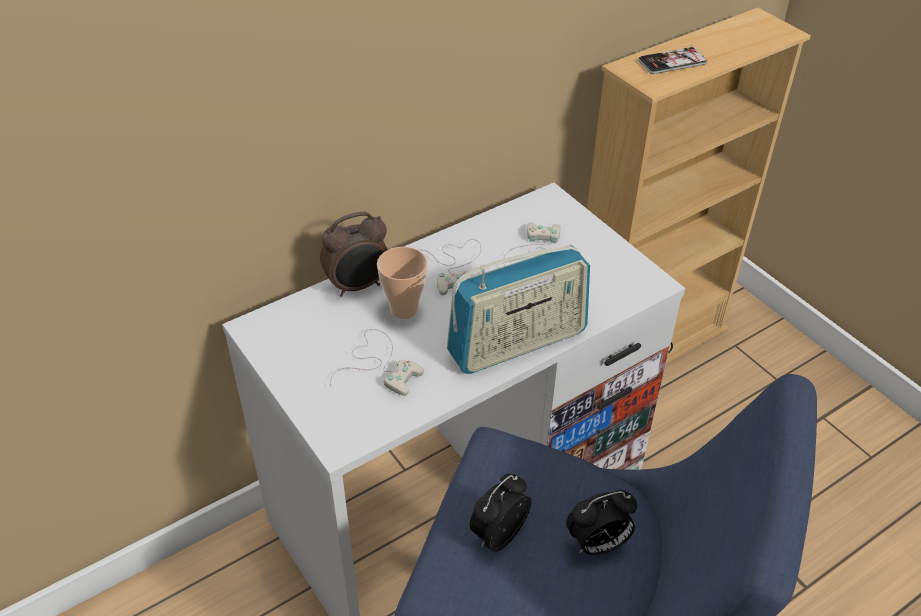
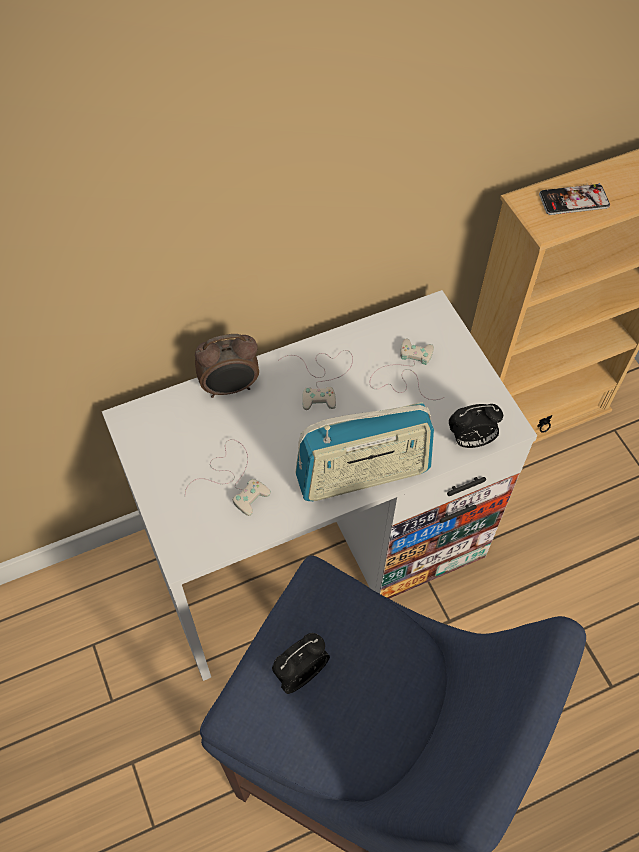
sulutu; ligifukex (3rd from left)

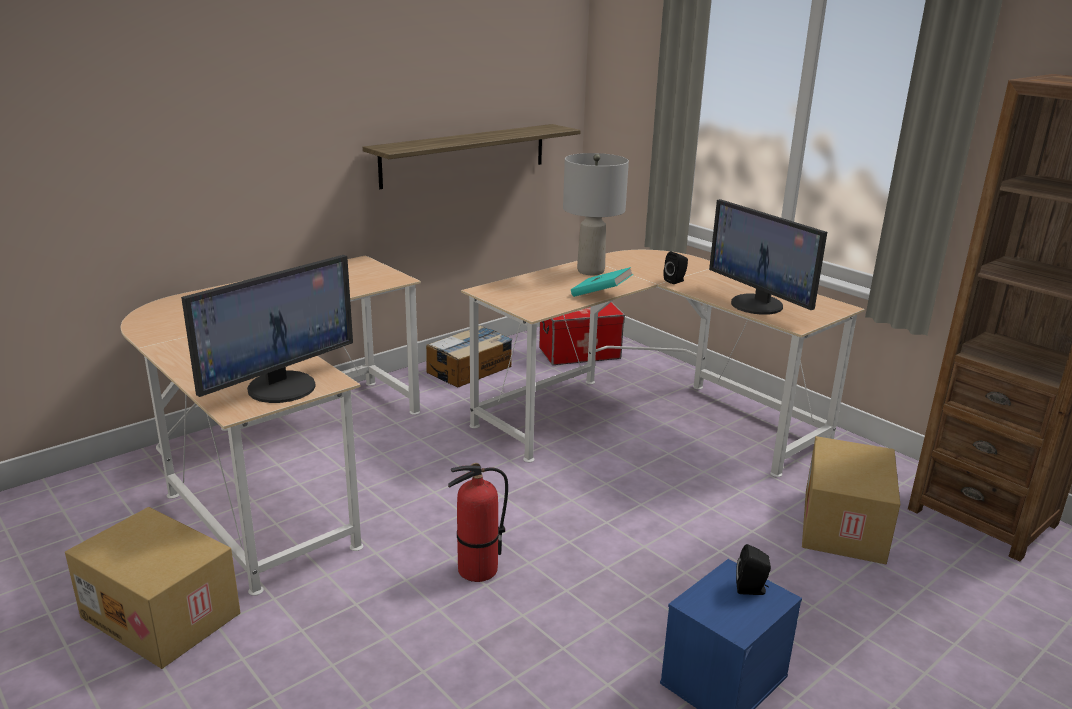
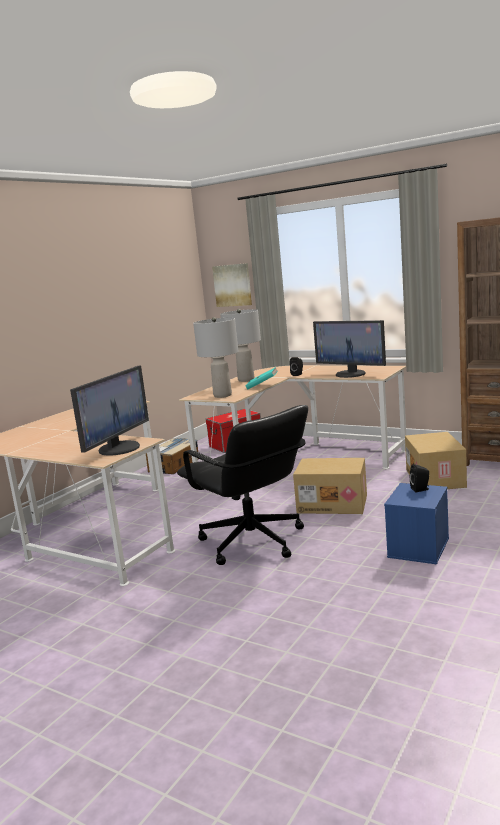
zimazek (2nd from left); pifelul; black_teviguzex; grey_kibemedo (1st from left); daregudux

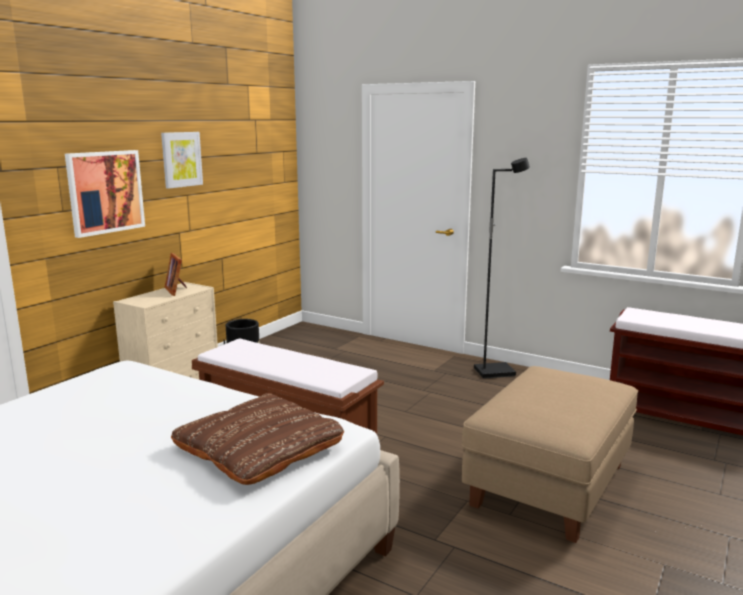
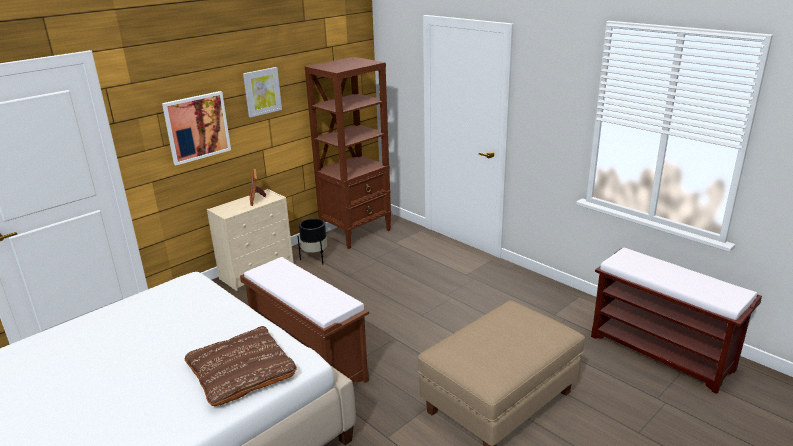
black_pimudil; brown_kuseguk

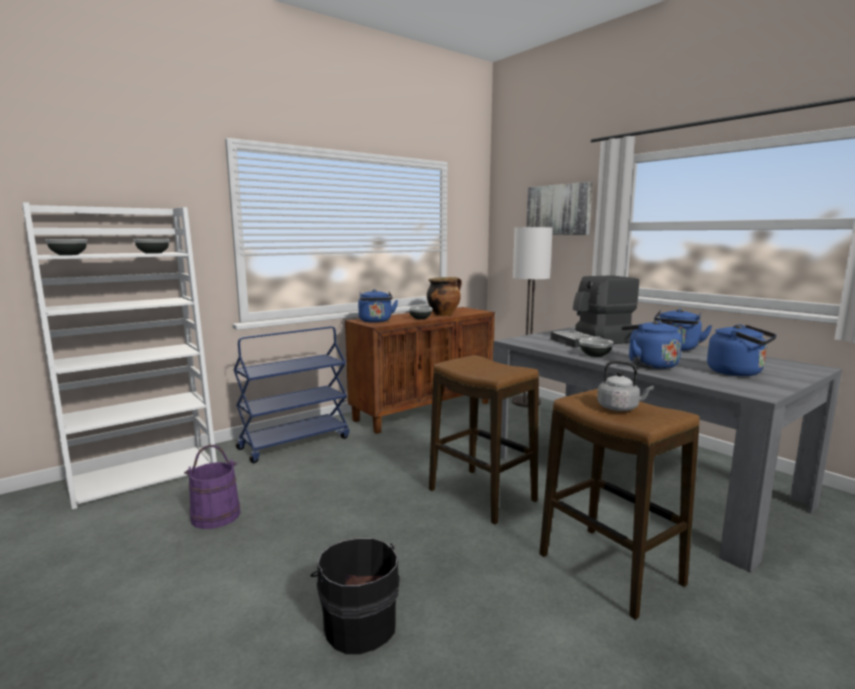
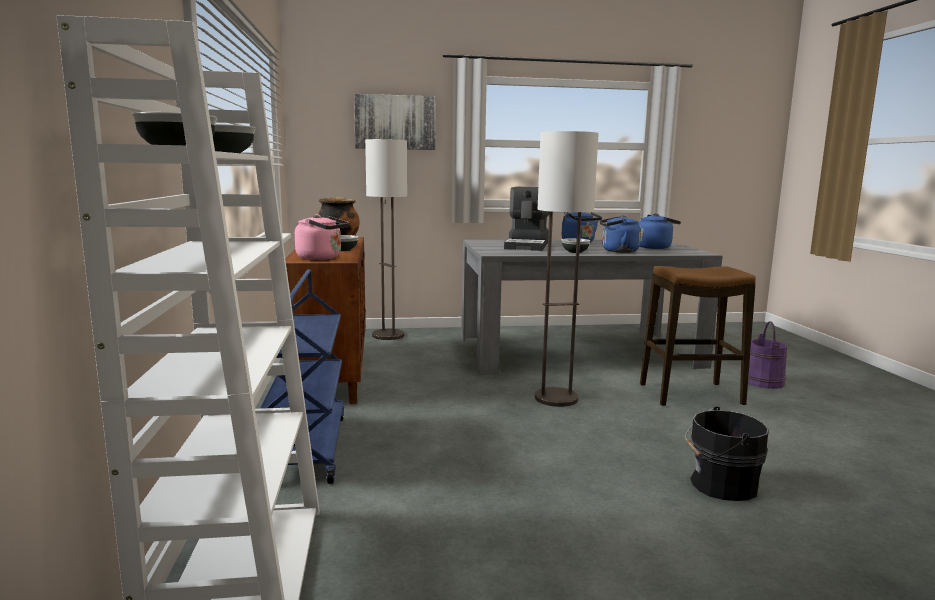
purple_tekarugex; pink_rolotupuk; pimudil (2nd from left); grey_rolotupuk

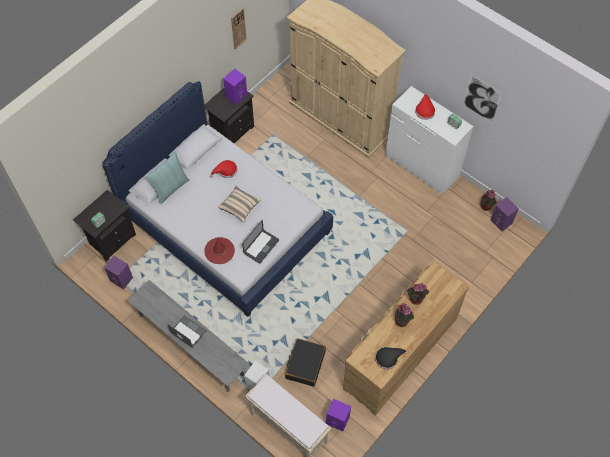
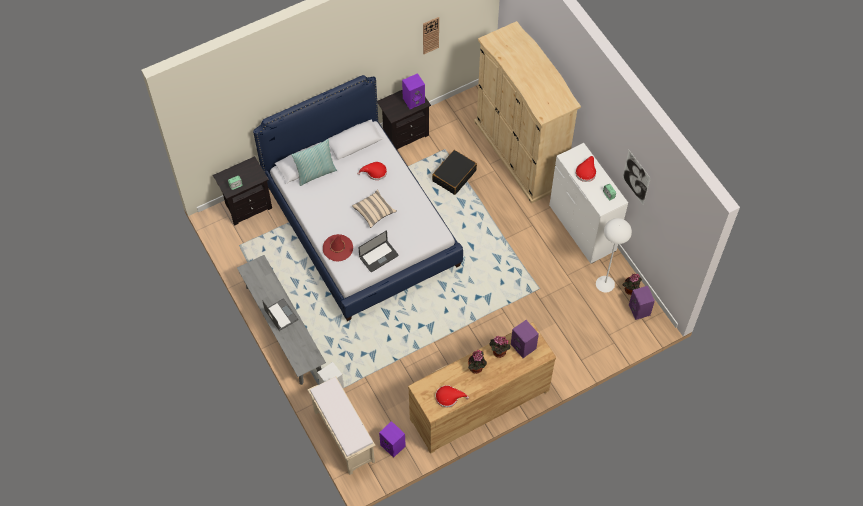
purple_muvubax (3rd from left); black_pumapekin; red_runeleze (3rd from left); white_pimudil

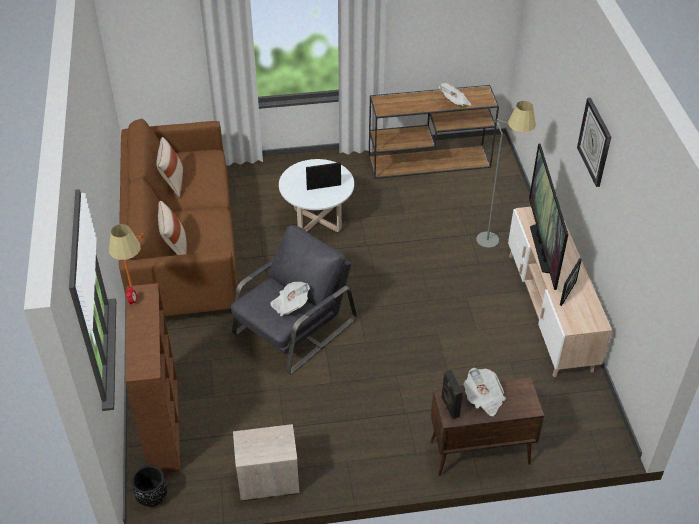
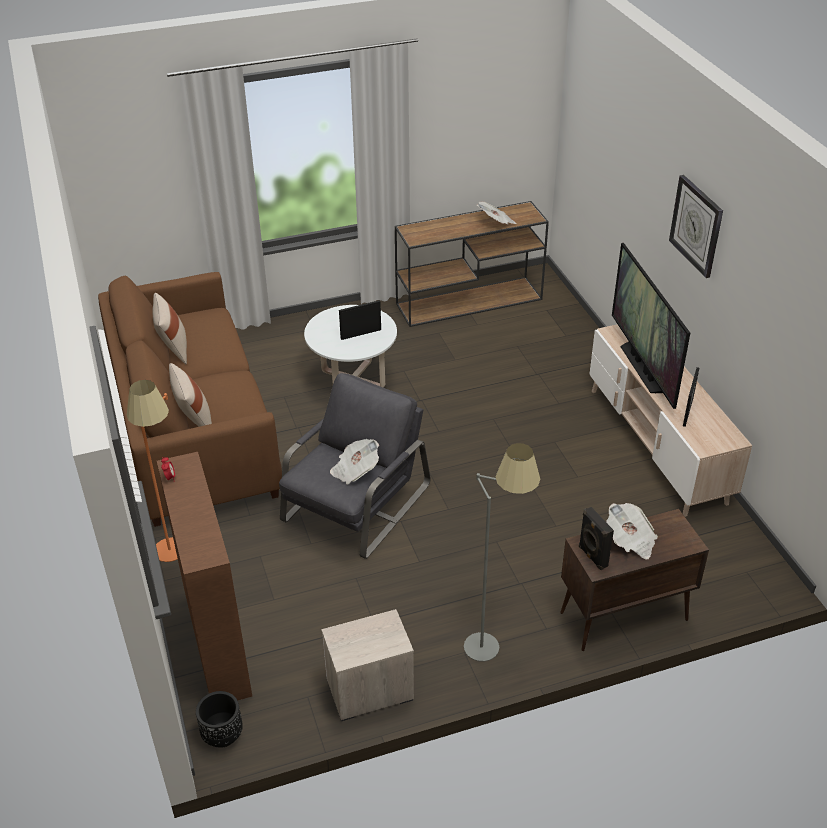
grey_pimudil

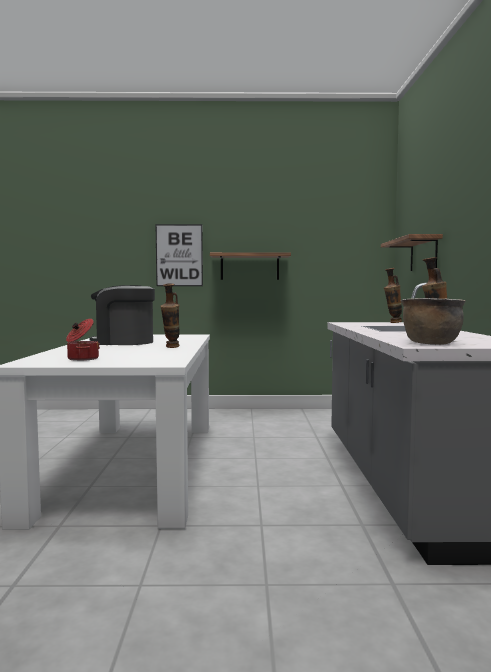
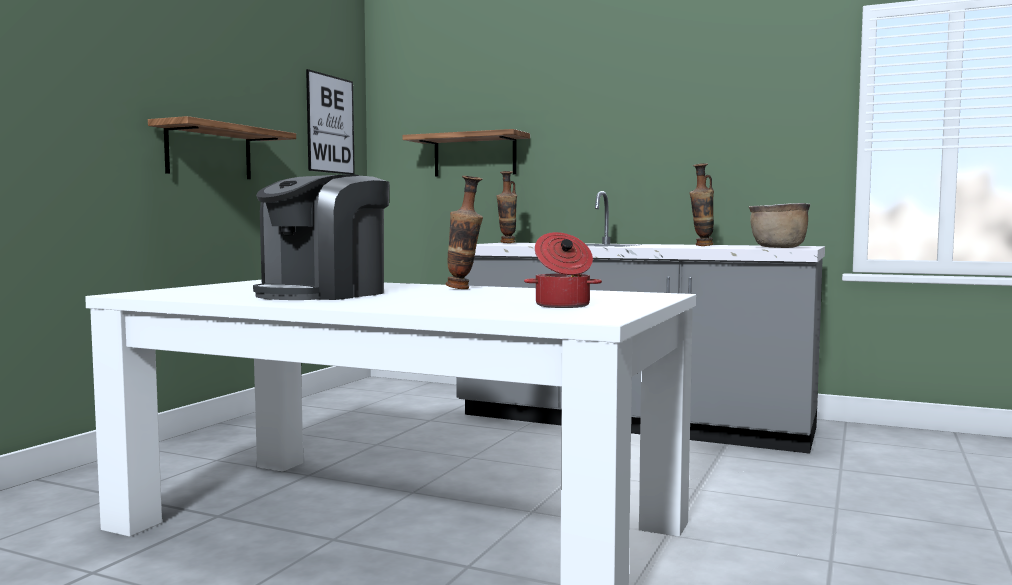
daregudux

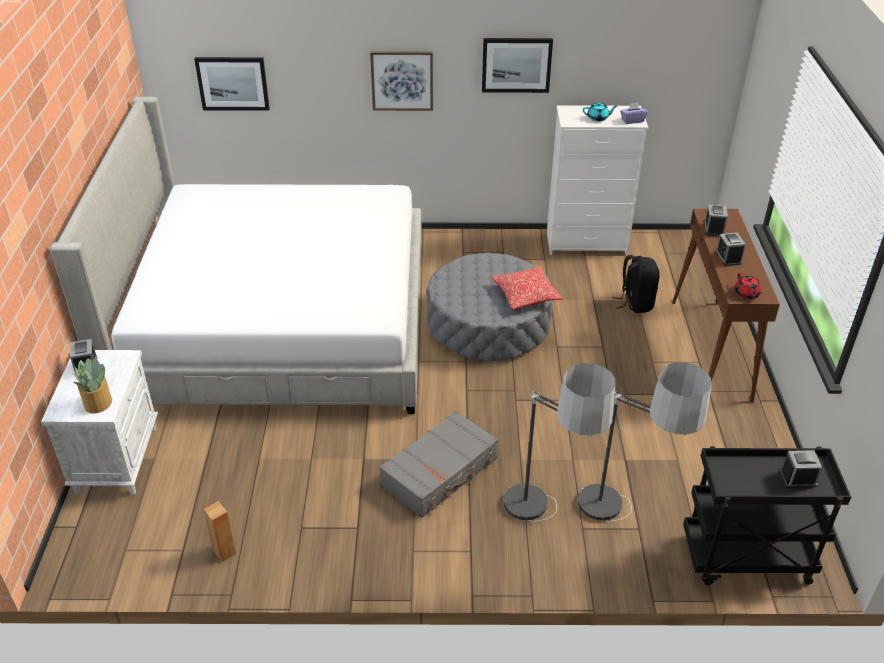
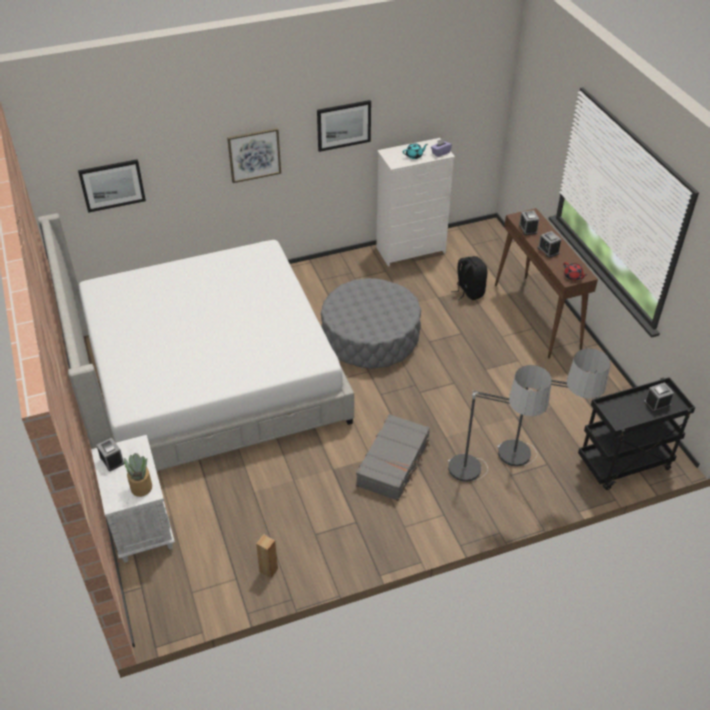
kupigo

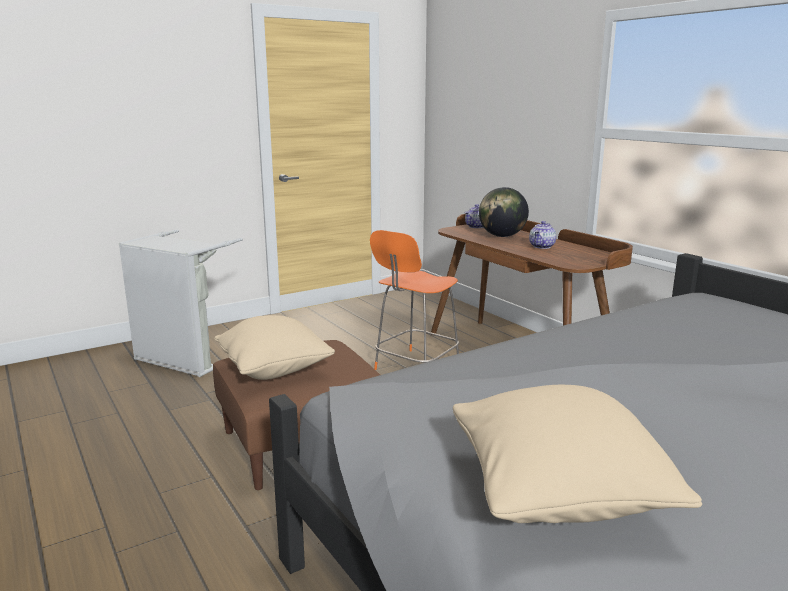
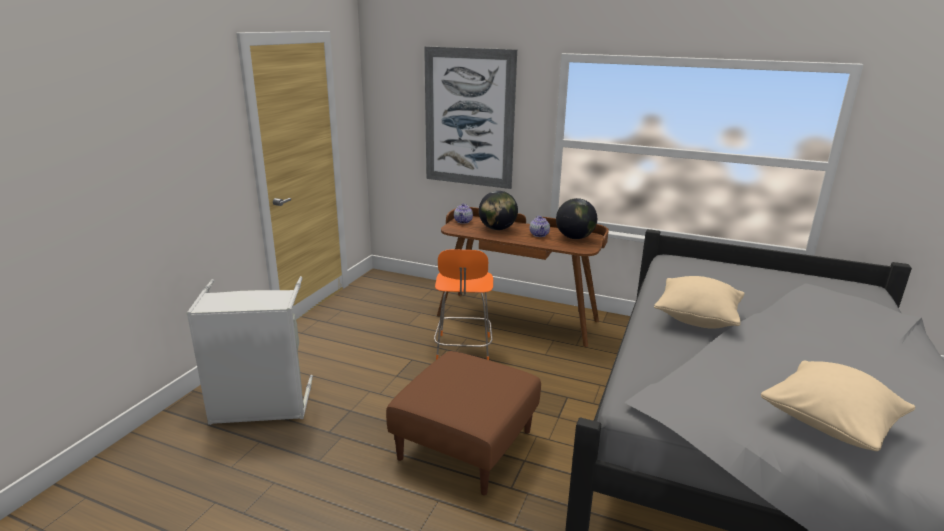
beige_kupigo (1st from left); daregudux; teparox (2nd from left)

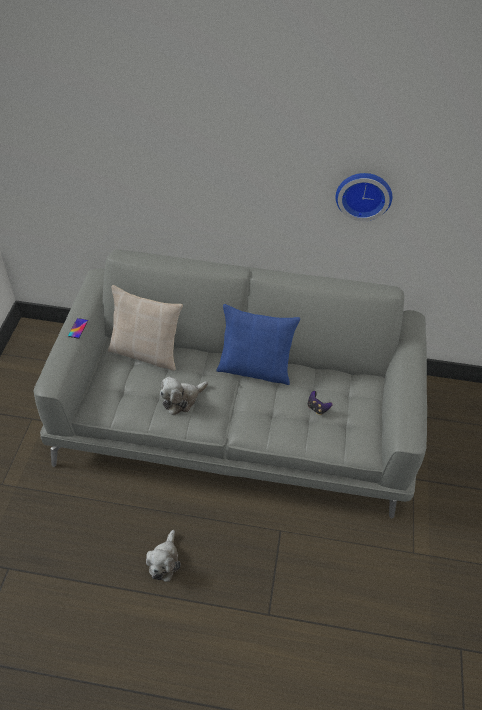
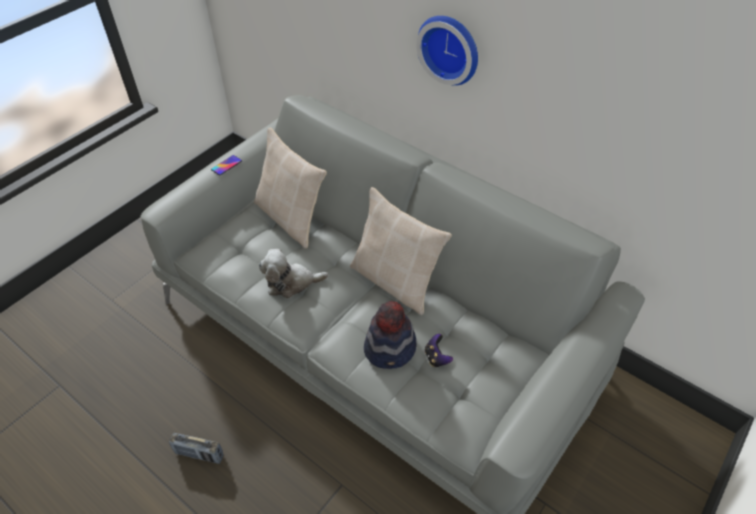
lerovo; beige_kupigo (2nd from left); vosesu; runeleze

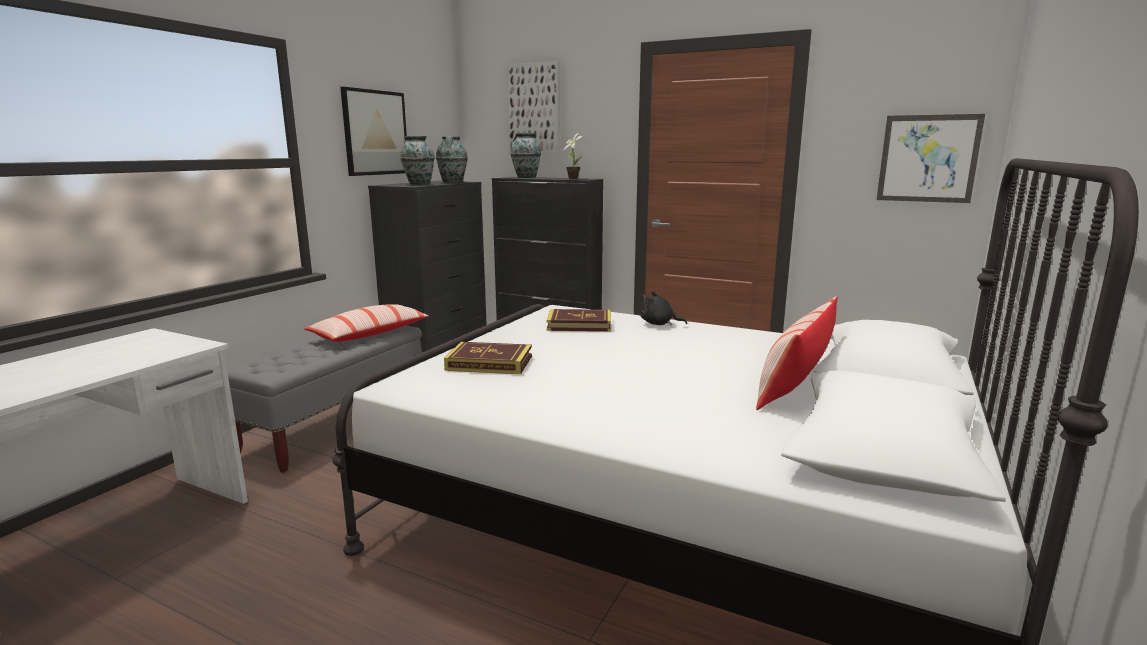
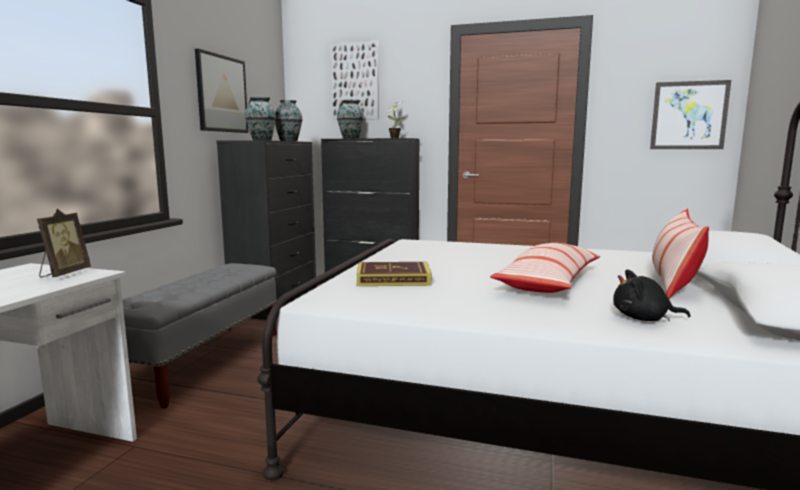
kupigo (1st from left); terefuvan (2nd from left in the first image); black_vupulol; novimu

